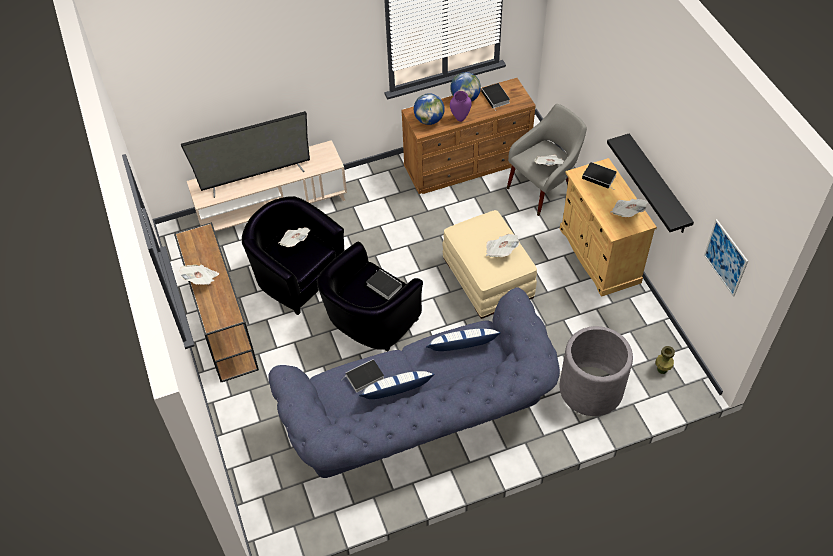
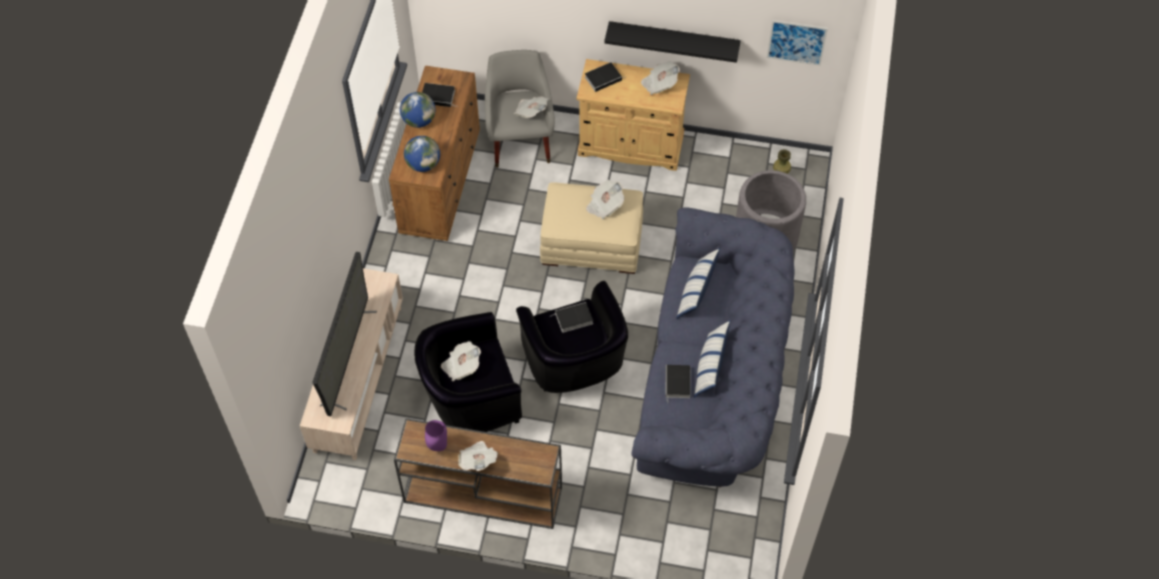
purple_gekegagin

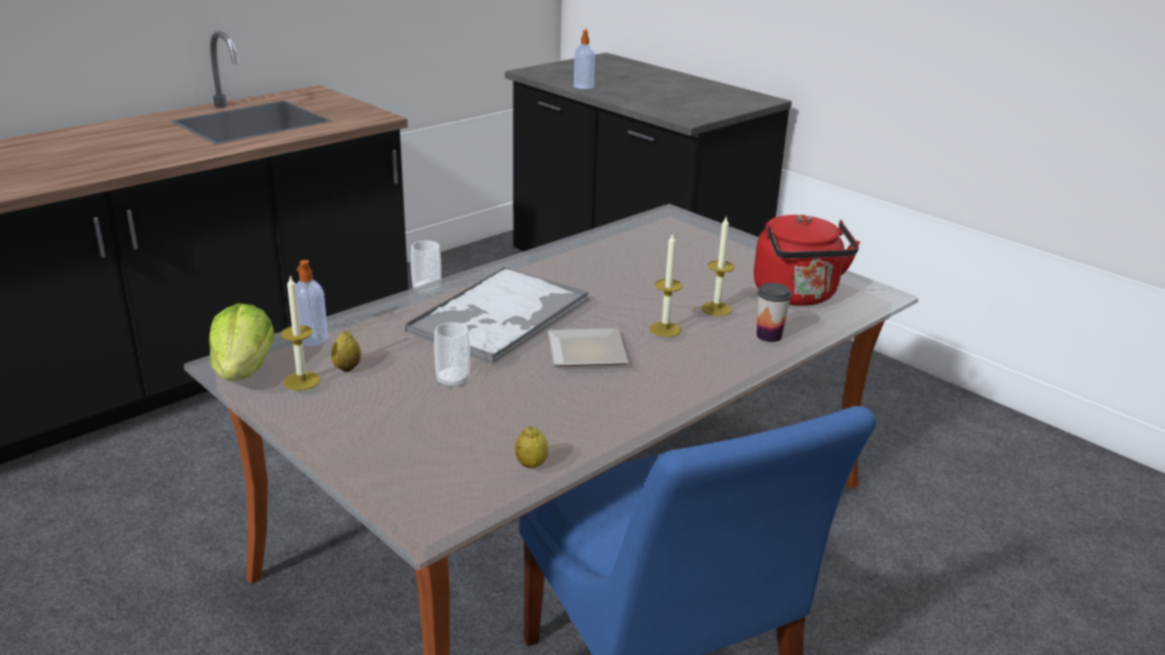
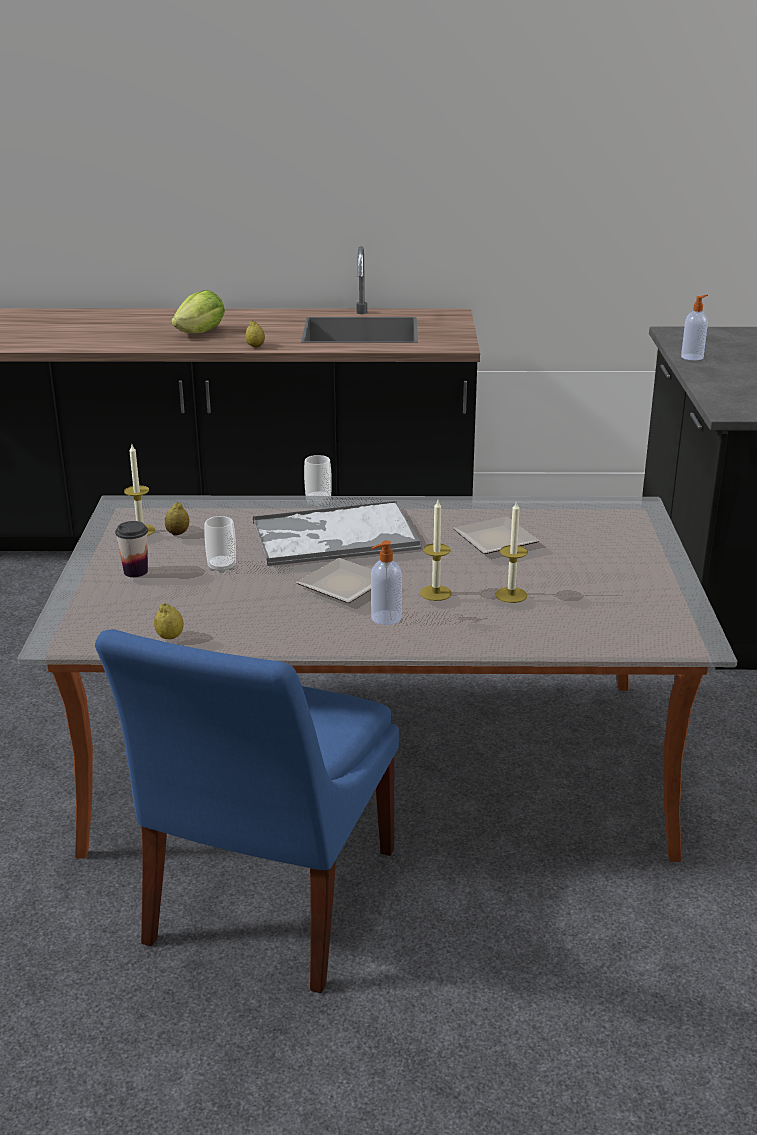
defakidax; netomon (1st from left); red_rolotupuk; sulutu (1st from left); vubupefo (3rd from left); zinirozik (2nd from left)

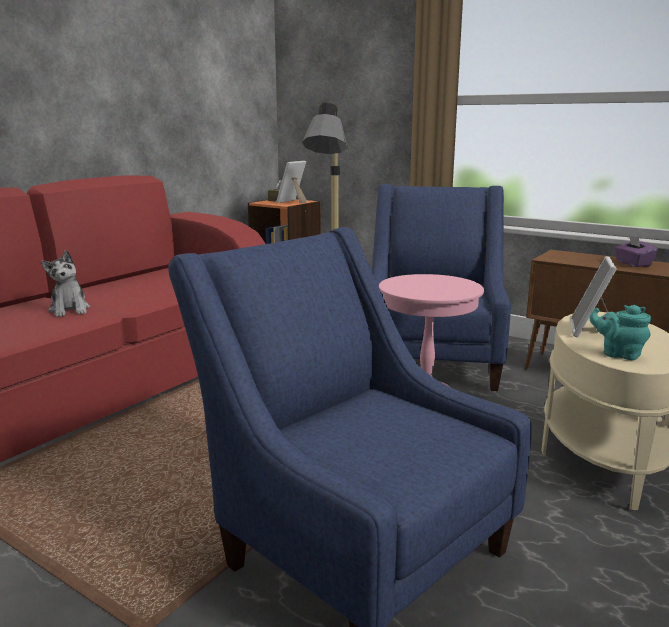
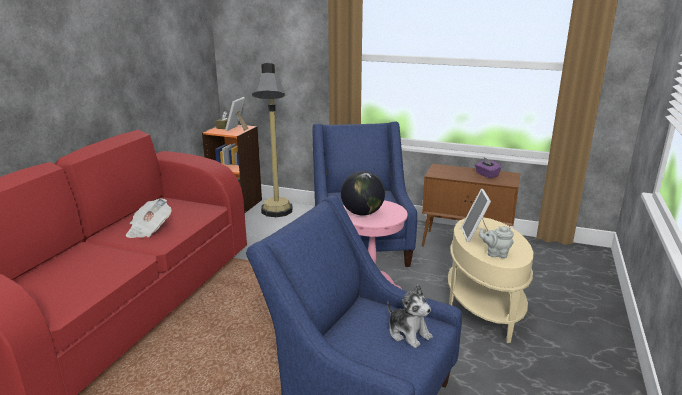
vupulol; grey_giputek; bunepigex; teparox

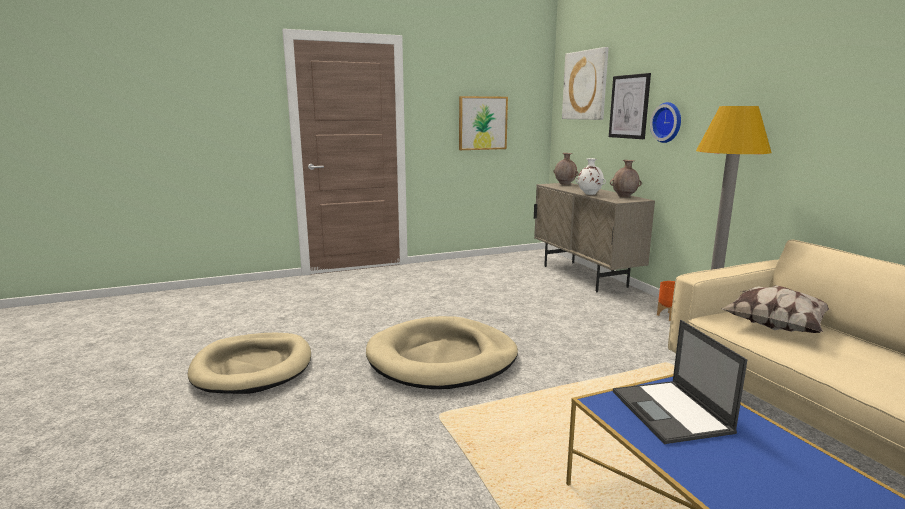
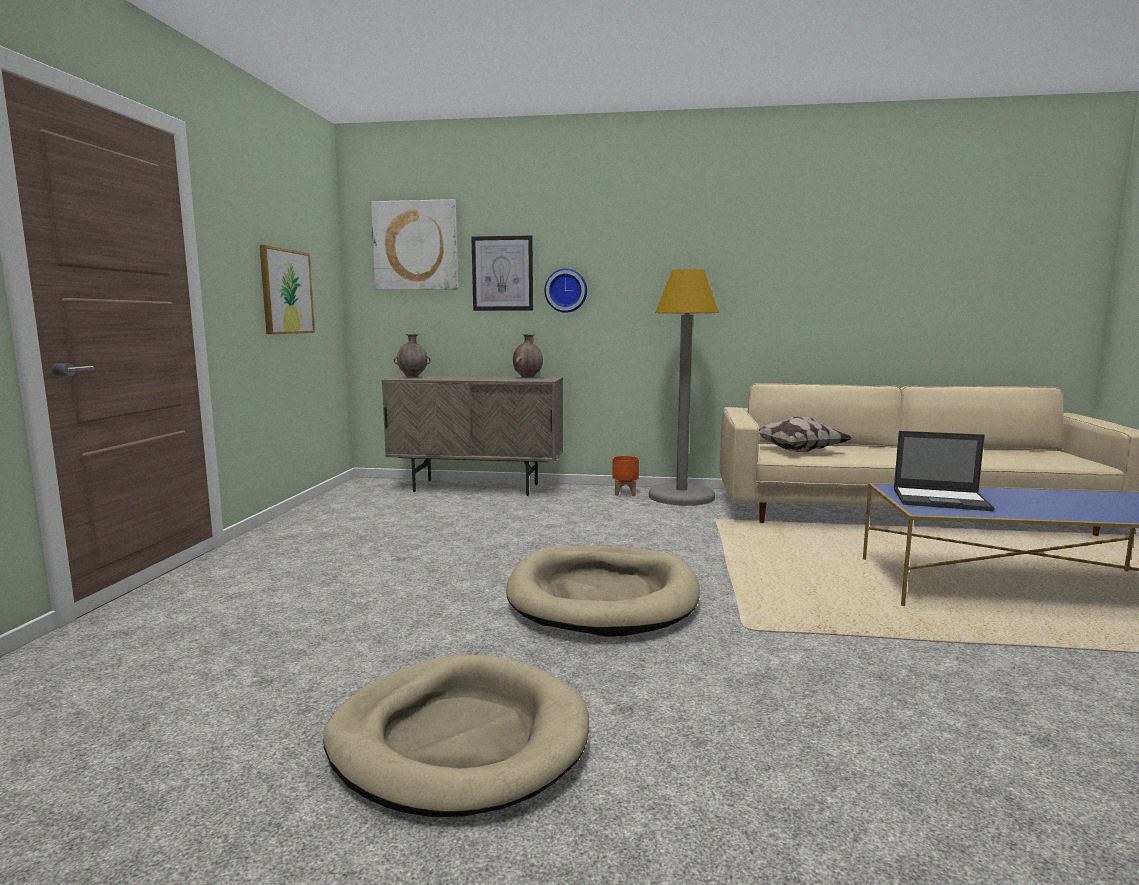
white_gekegagin

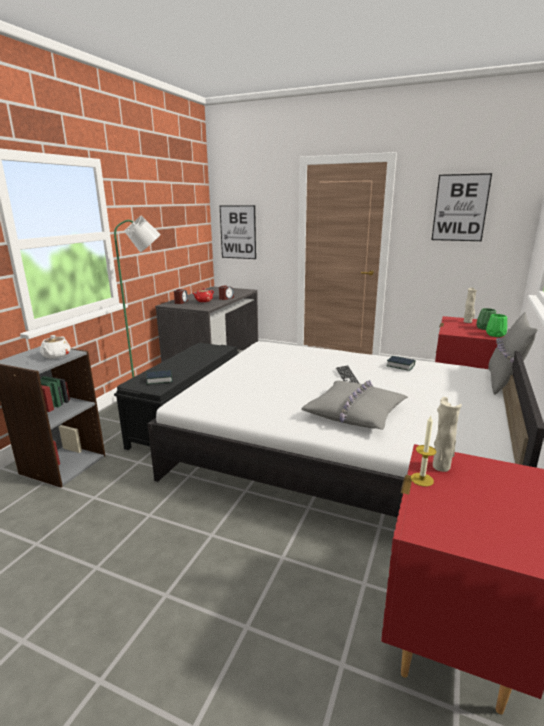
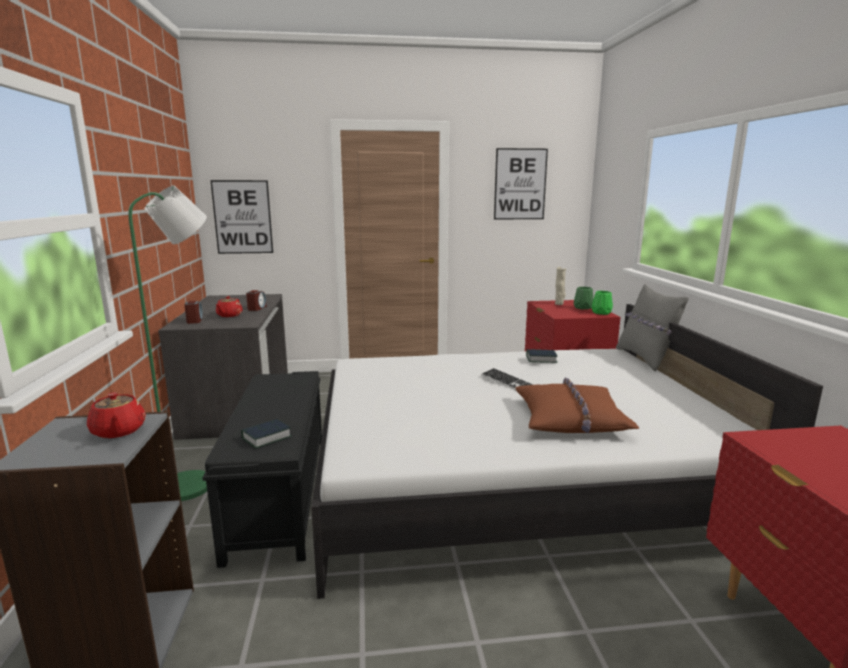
red_giputek (1st from left); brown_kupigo; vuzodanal; beige_gekegagin (1st from left in the first image)

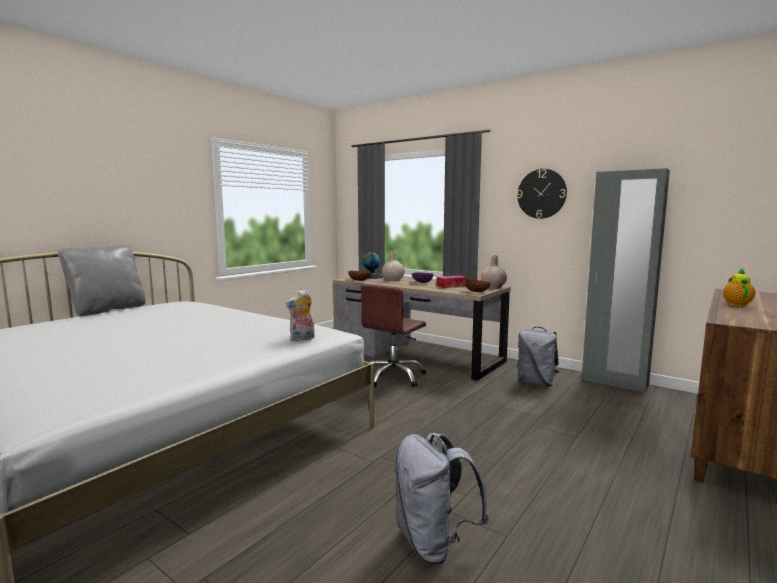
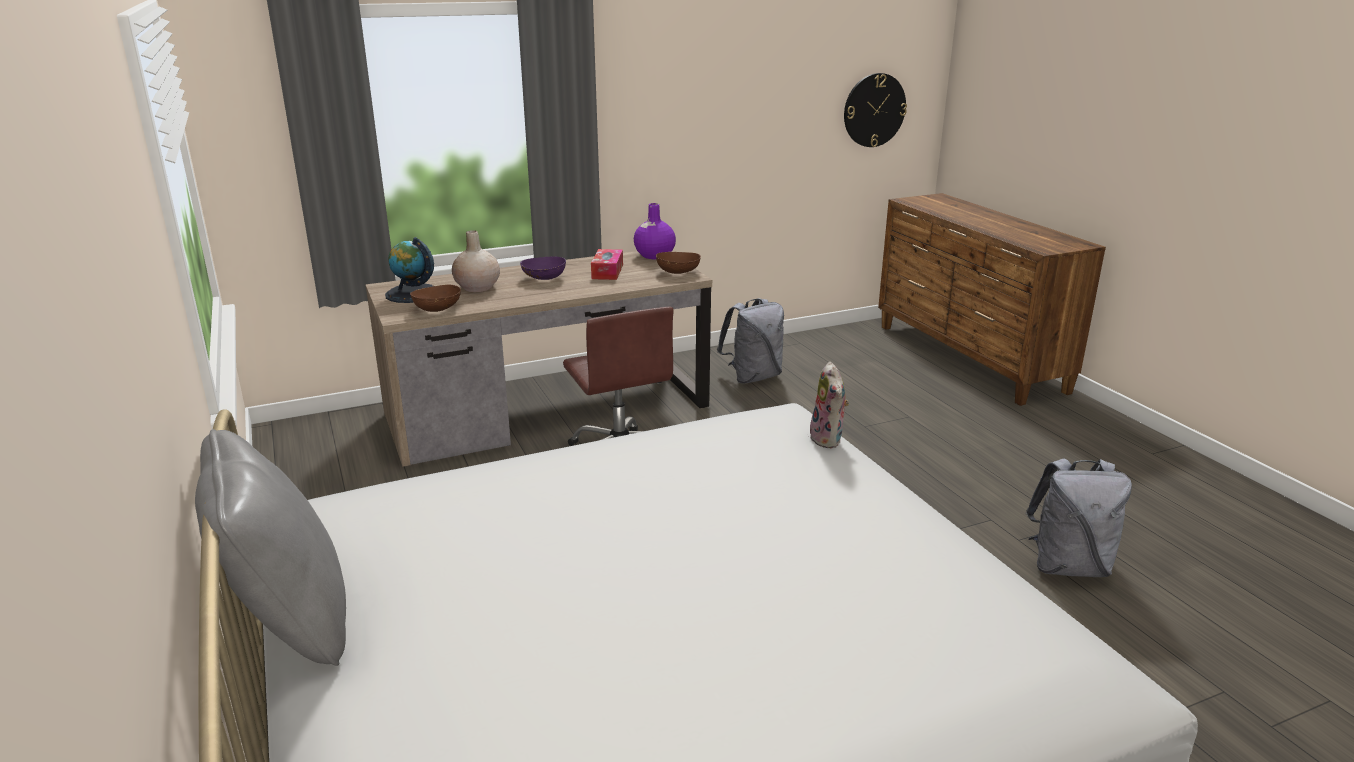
purple_gekegagin; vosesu; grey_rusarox; giputek

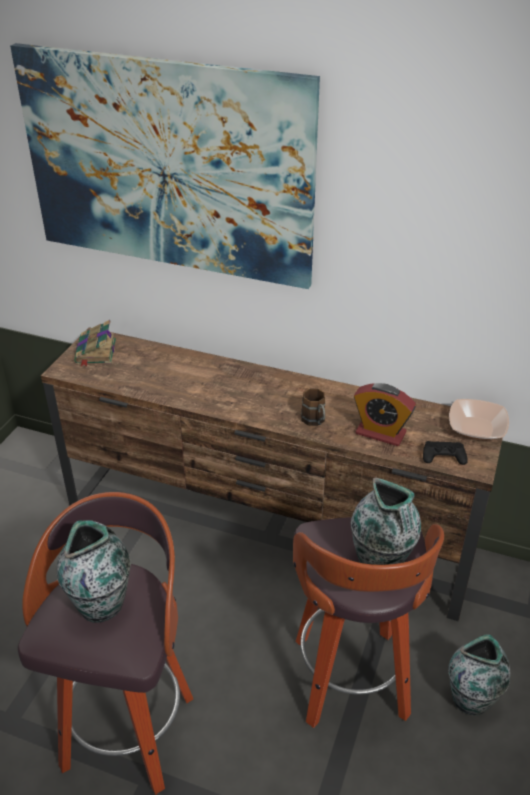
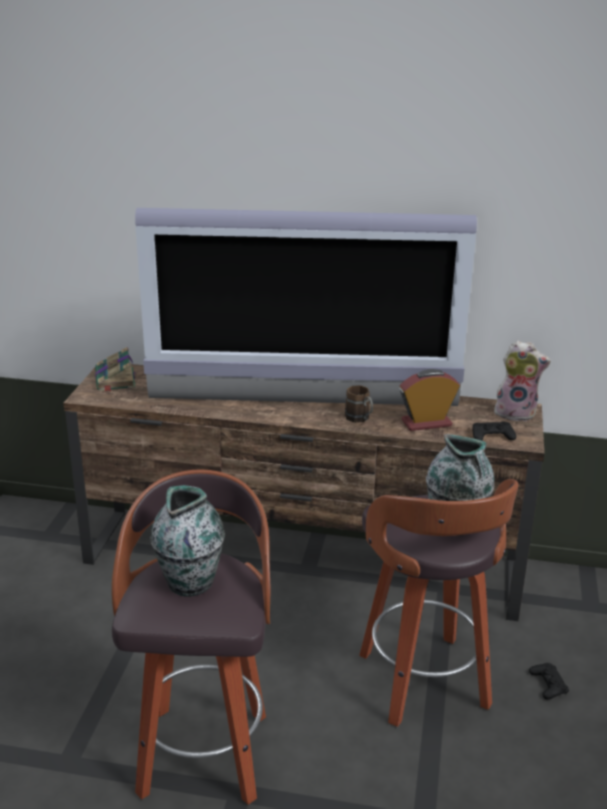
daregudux; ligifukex; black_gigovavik (2nd from left); vupulol; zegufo

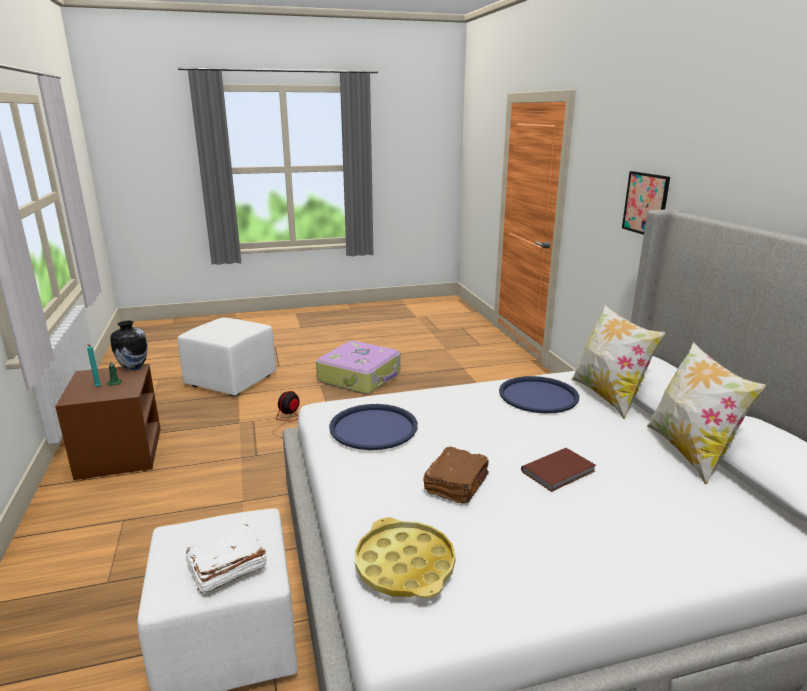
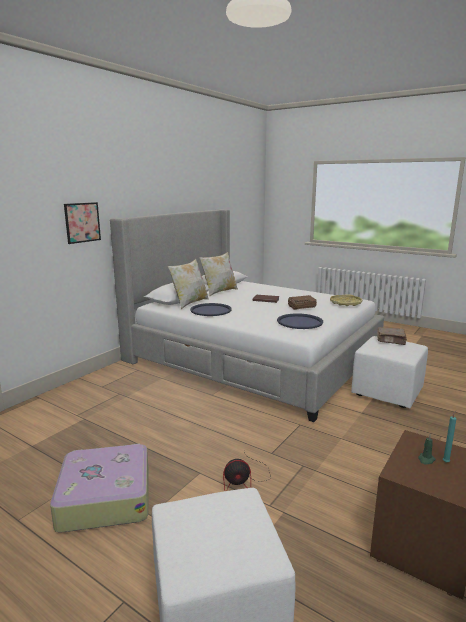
gekegagin; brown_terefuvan (3rd from left)

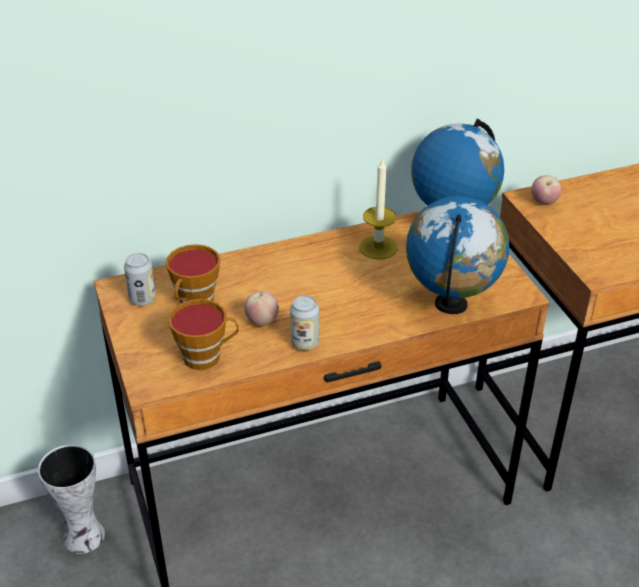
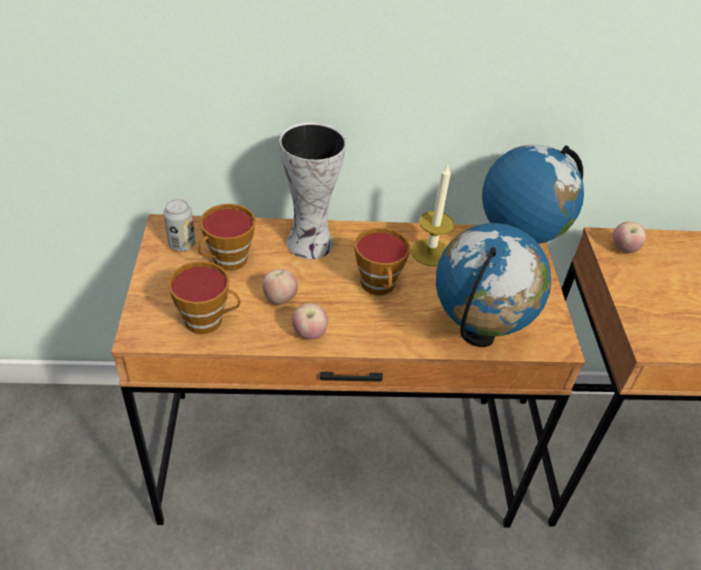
gekegagin; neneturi (2nd from left); sulutu (3rd from left)

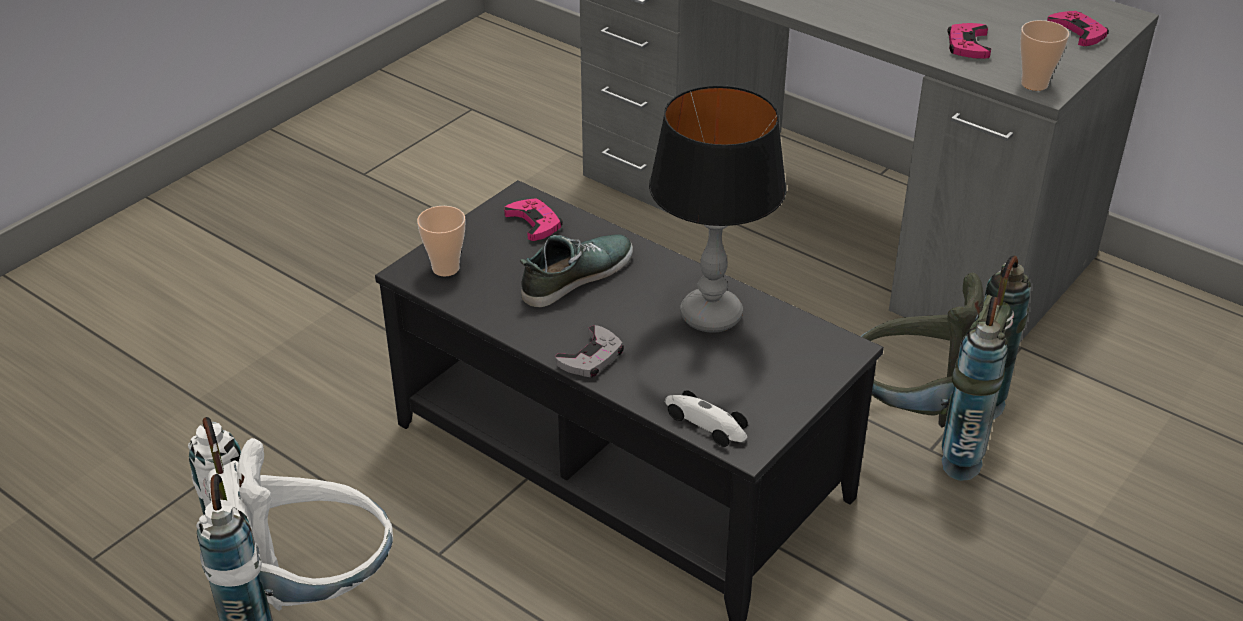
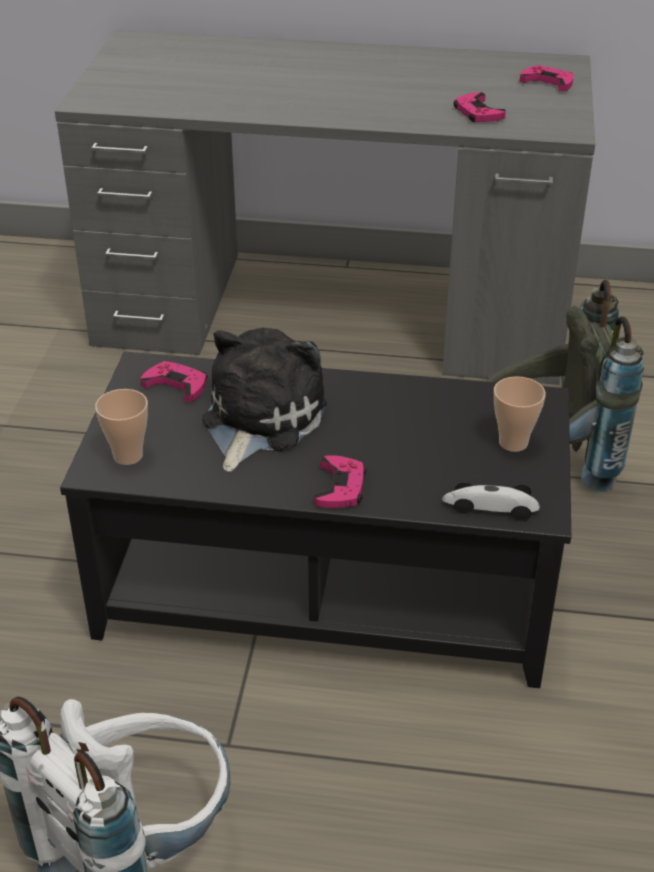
vupulol; pink_gigovavik (2nd from left); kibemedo; sulutu (2nd from left)

